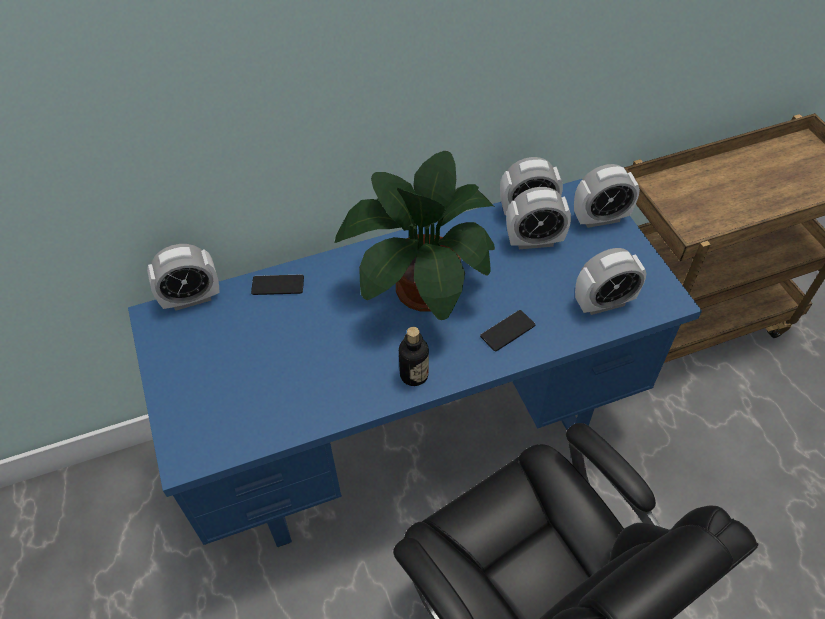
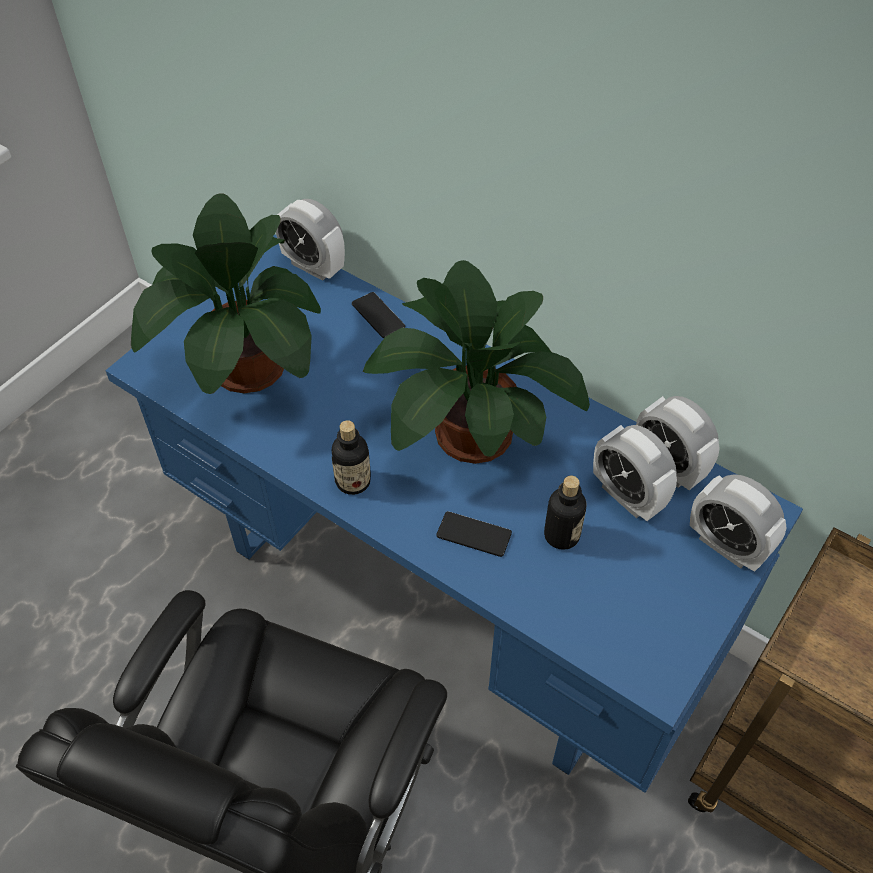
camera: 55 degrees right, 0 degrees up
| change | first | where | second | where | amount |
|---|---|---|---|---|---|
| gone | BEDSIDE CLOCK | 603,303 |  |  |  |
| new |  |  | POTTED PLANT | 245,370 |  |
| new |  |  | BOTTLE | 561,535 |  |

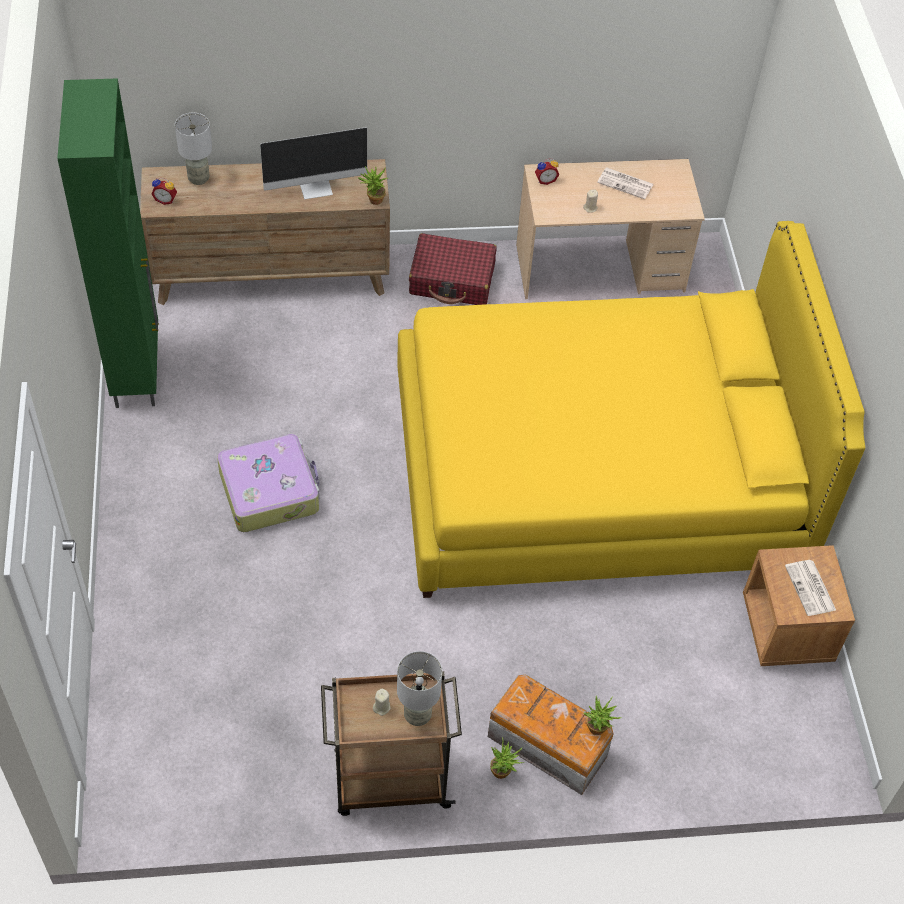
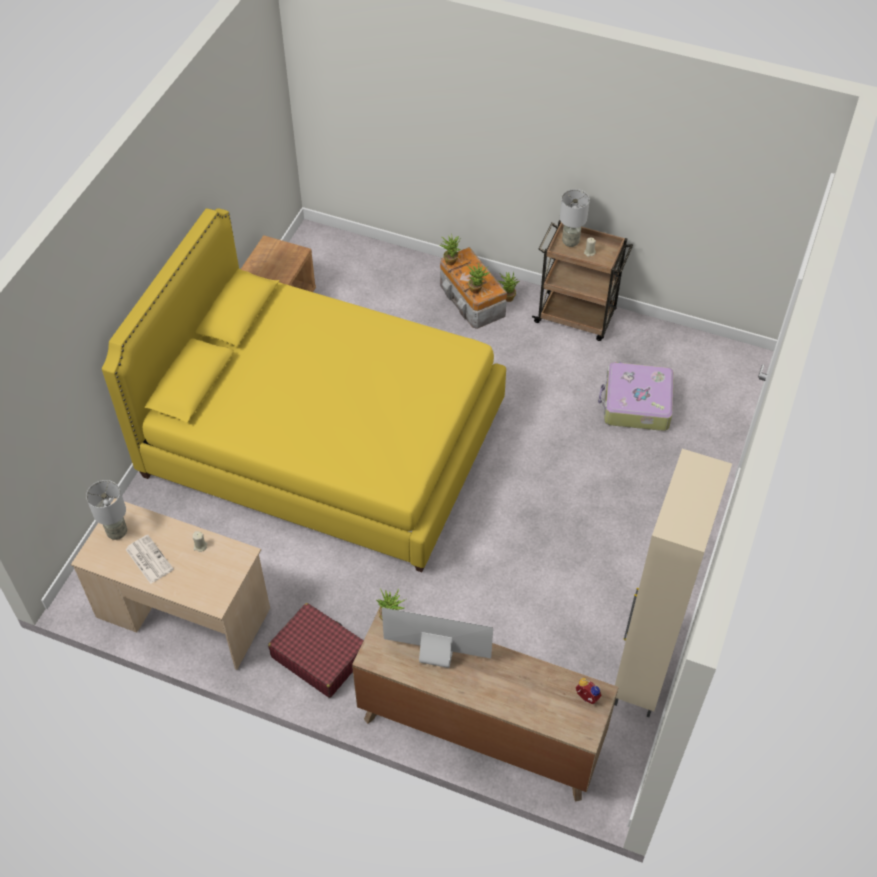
camera: 150 degrees left, 0 degrees up
| change | first | where | second | where | amount |
|---|---|---|---|---|---|
| gone | BEDSIDE CLOCK | 545,180 |  |  |  |
| gone | DAILY PAPER | 811,589 |  |  |  |
| new |  |  | POTTED PLANT | 477,289 |  |
| shifted | GREYISH TABLE LAMP | 199,178 |  | 117,532 |  |
| shifted | SUITCASE | 270,491 |  | 636,404 |  |
| repainted | GREENISH CUPBOARD | 137,370 | BEIGE CUPBOARD | 642,674 |  |

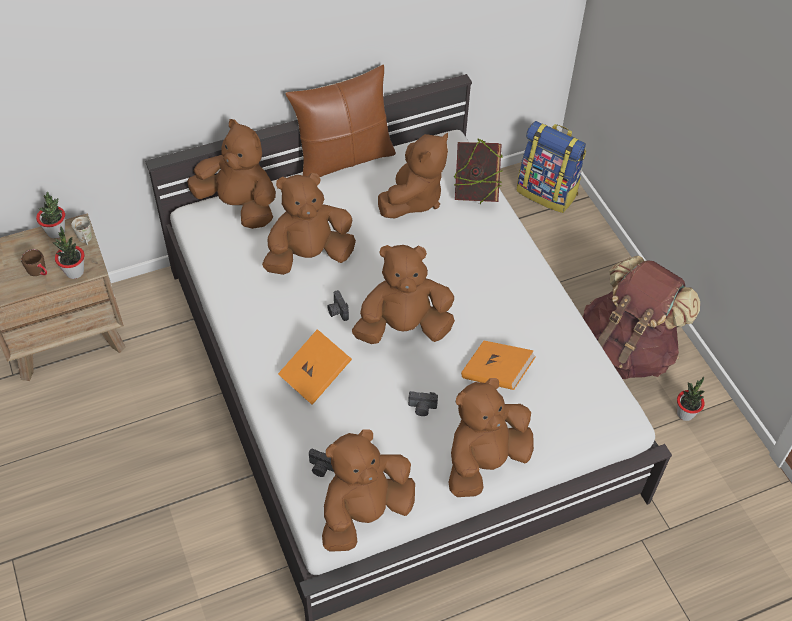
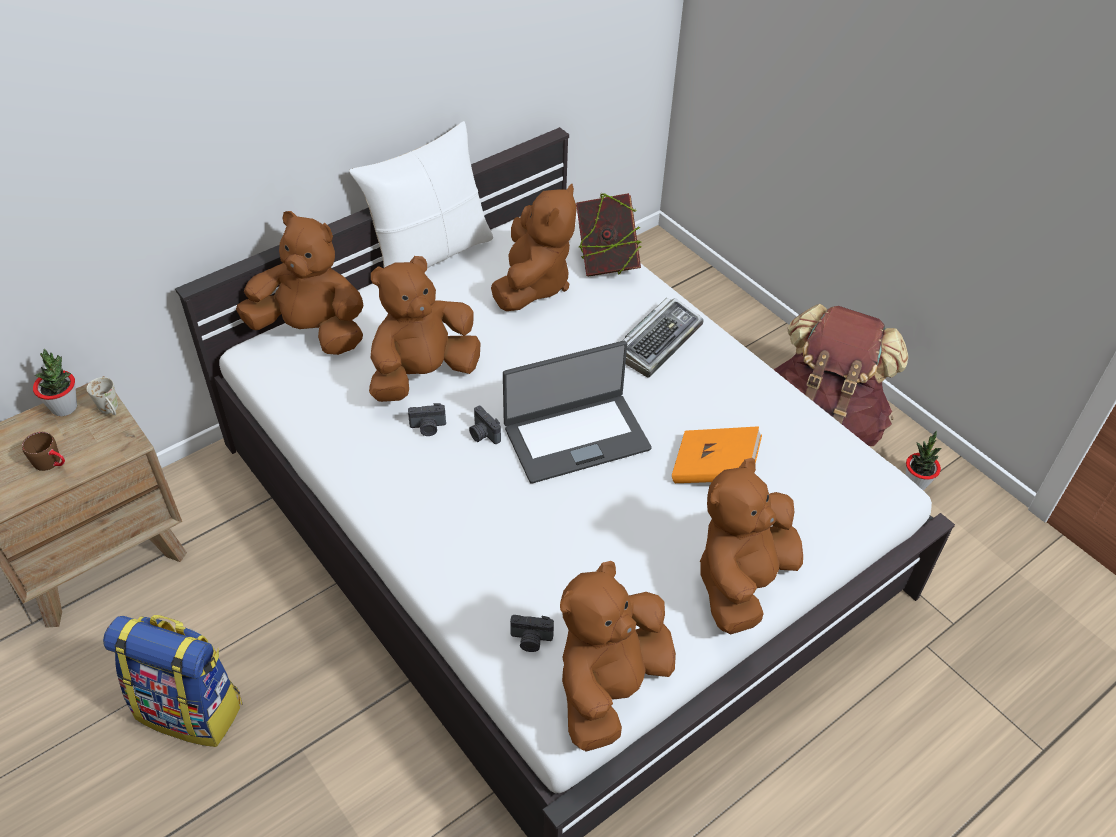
camera: 15 degrees left, 5 degrees down
| change | first | where | second | where | amount |
|---|---|---|---|---|---|
| gone | POTTED PLANT | 74,272 |  |  |  |
| gone | ORANGEY BOUND BOOK | 315,376 |  |  |  |
| new |  |  | COMPUTER KEYBOARD | 657,341 |  |
| shifted | STILL CAMERA | 422,408 |  | 428,428 |  |
| shifted | BACKPACK | 547,192 |  | 191,709 |  |
| swapped | BROWNISH SOFT TOY | 403,327 | LAPTOP | 576,437 |  |
| repainted | BROWNISH CUSHION | 344,159 | WHITE-COLOURED CUSHION | 430,254 |  |

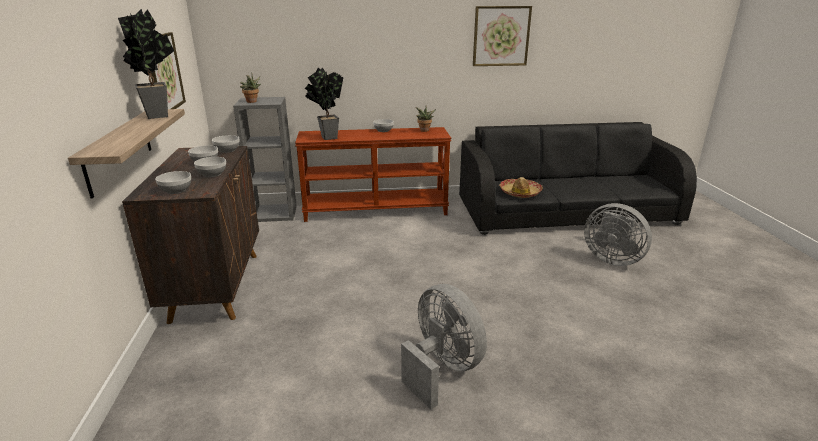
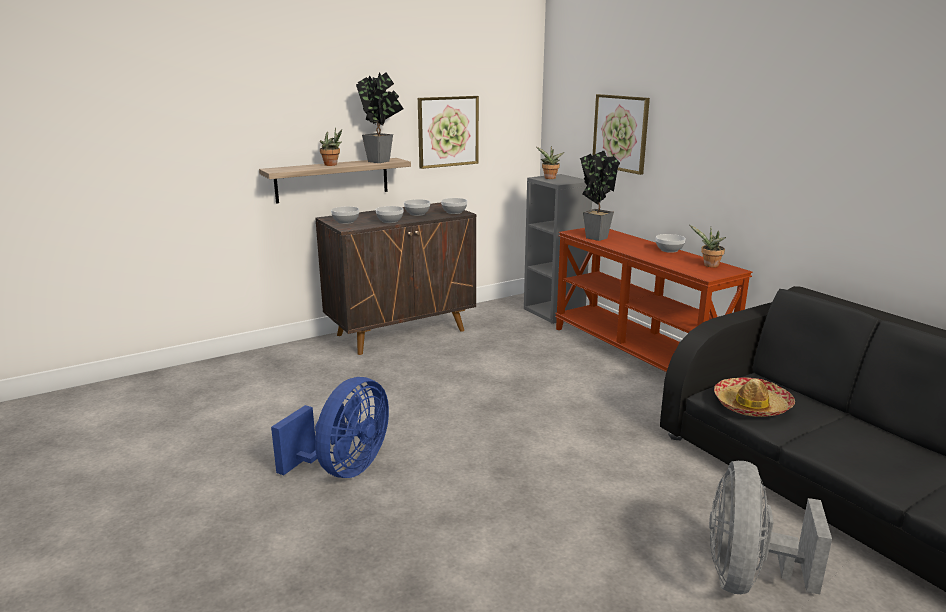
camera: 65 degrees right, 5 degrees down
| change | first | where | second | where | amount |
|---|---|---|---|---|---|
| new |  |  | POTTED PLANT | 332,165 |  |
| shifted | WALL ART | 501,36 |  | 620,133 |  |
| repainted | GREYISH COOLING FAN | 442,368 | BLUE COOLING FAN | 343,469 |  |

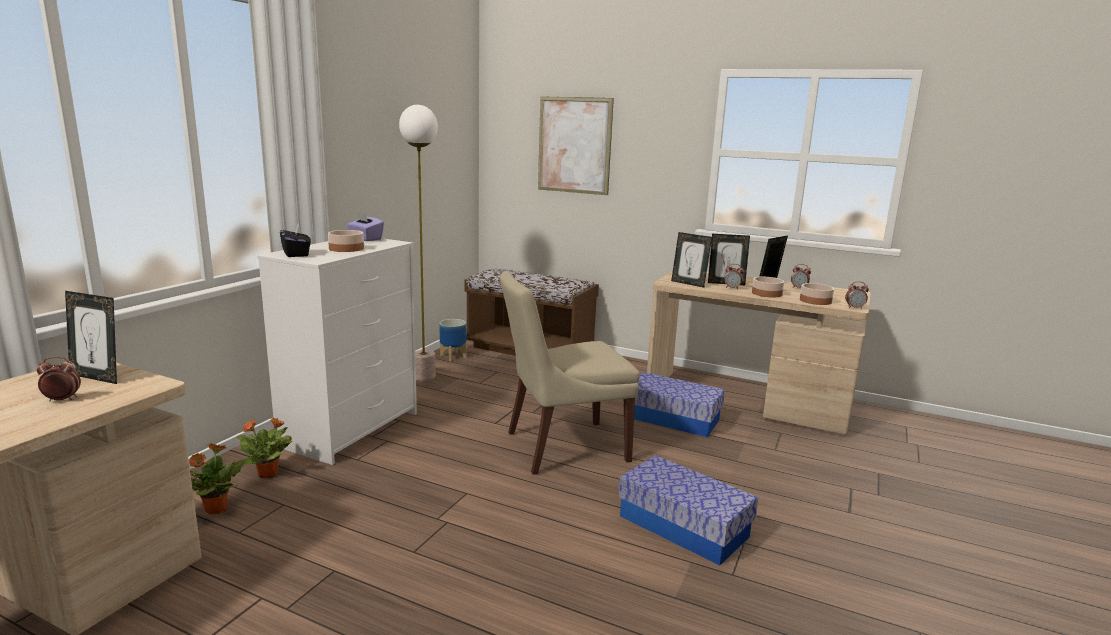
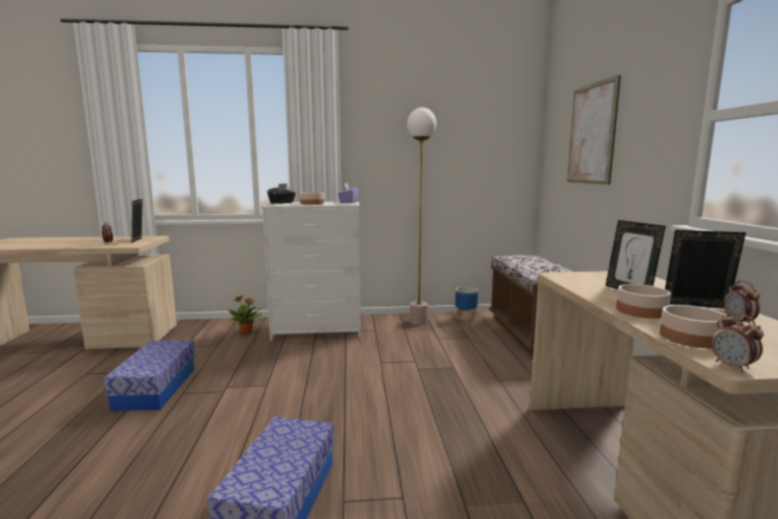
camera: 60 degrees right, 5 degrees down
| change | first | where | second | where | amount |
|---|---|---|---|---|---|
| gone | POTTED PLANT | 215,509 |  |  |  |
| gone | BEIGE CHAIR | 562,447 |  |  |  |
| gone | PHOTO FRAME | 688,283 |  |  |  |
| gone | BEDSIDE CLOCK | 732,288 |  |  |  |
| shifted | STORAGE BIN | 672,418 |  | 156,388 |  |

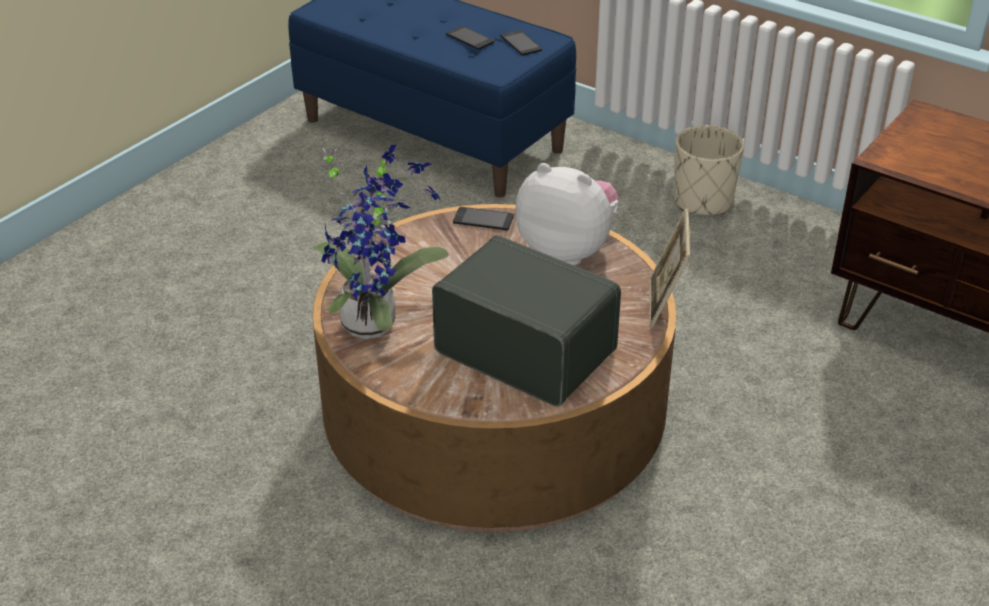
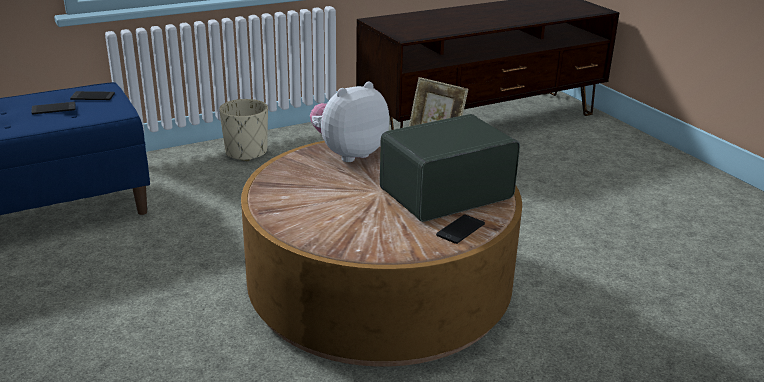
camera: 65 degrees left, 10 degrees down
| change | first | where | second | where | amount |
|---|---|---|---|---|---|
| gone | POTTED PLANT | 374,321 |  |  |  |
| shifted | PHONE | 483,219 |  | 460,229 |  |

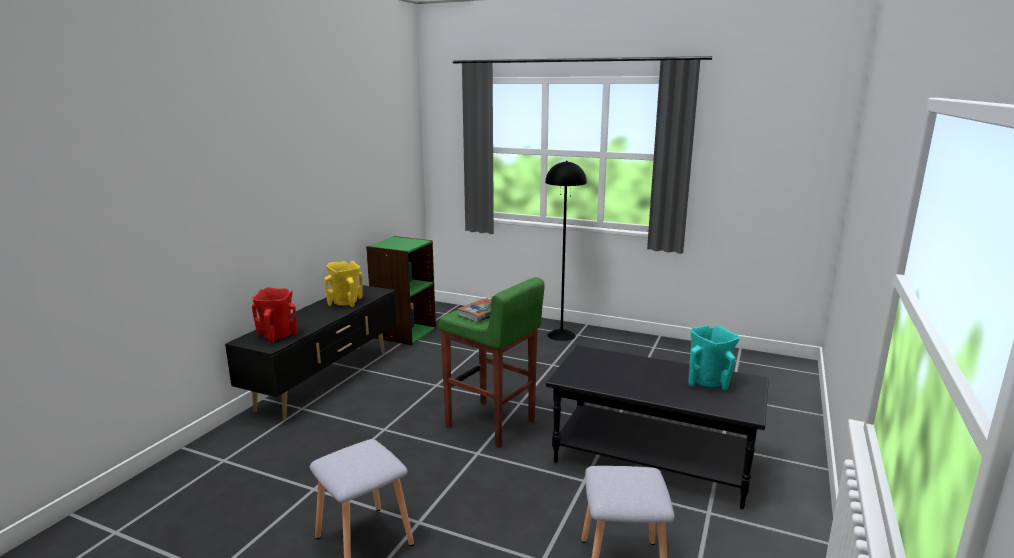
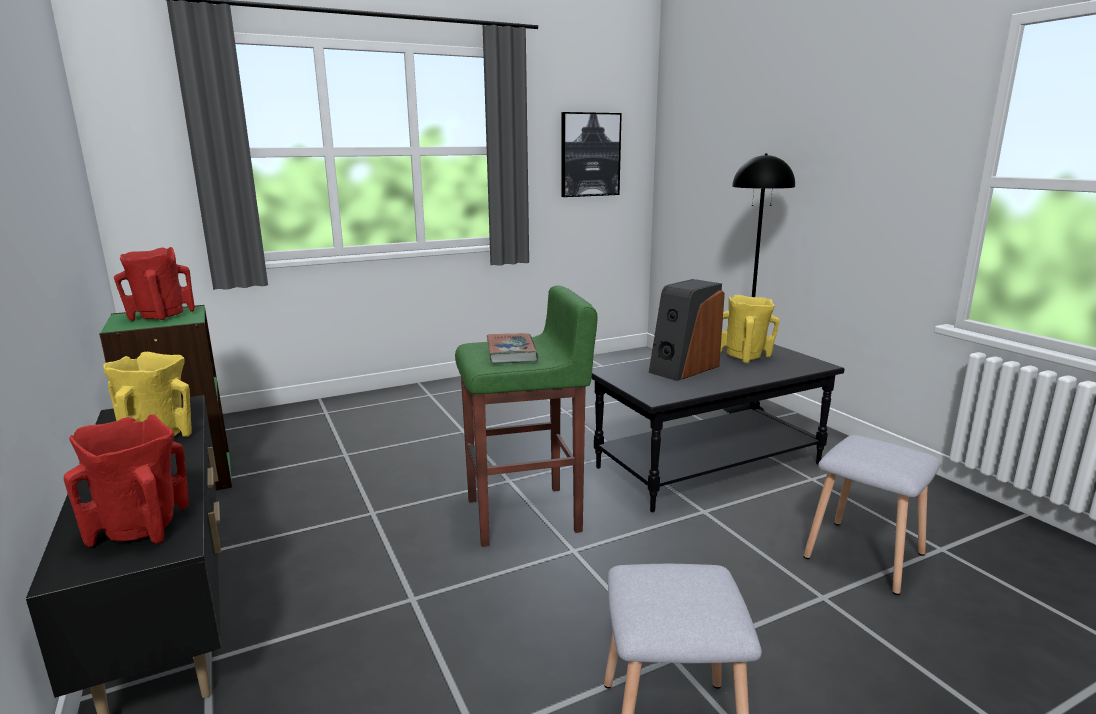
camera: 50 degrees left, 0 degrees up
| change | first | where | second | where | amount |
|---|---|---|---|---|---|
| new |  |  | REDDISH VASE | 160,317 |  |
| new |  |  | WALL ART | 590,155 |  |
| new |  |  | SPEAKER | 683,368 |  |
| shifted | BLACK-COLOURED STANDING LAMP | 561,335 |  | 743,408 |  |
| repainted | TURQUOISE-COLOURED VASE | 708,382 | YELLOW-COLOURED VASE | 745,356 |  |

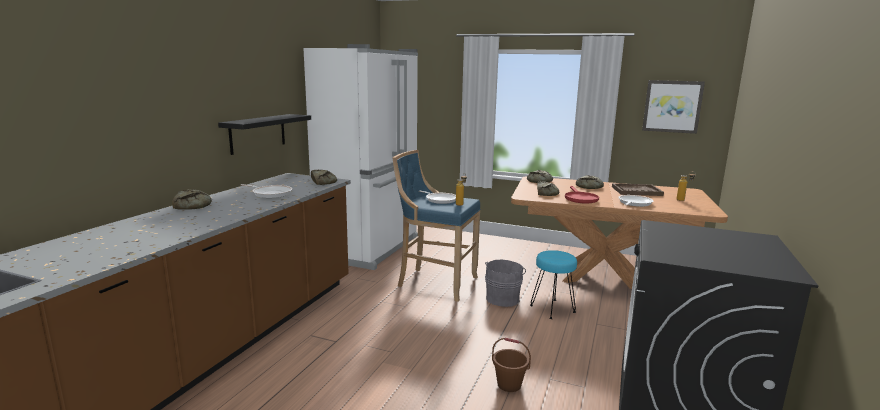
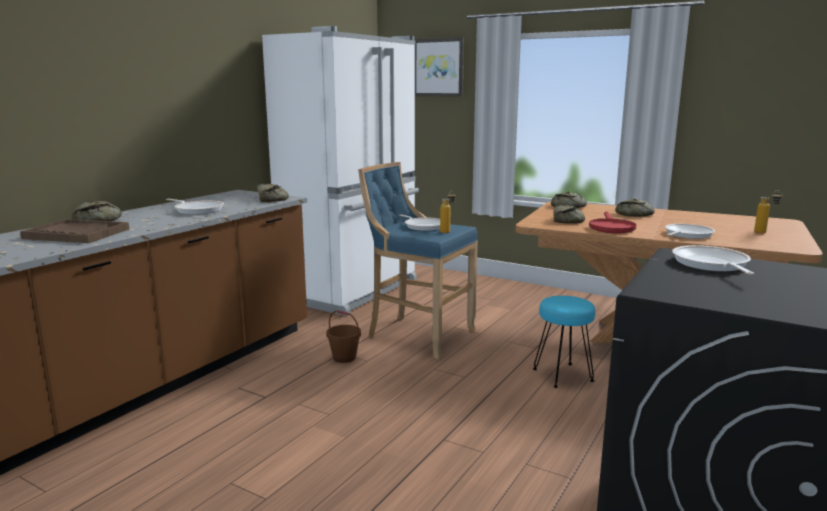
camera: 10 degrees right, 0 degrees up
| change | first | where | second | where | amount |
|---|---|---|---|---|---|
| gone | BLACK-COLOURED SHELF | 258,133 |  |  |  |
| gone | GREYISH WATER BUCKET | 503,298 |  |  |  |
| new |  |  | FRYING PAN | 711,264 |  |
| shifted | BROWNISH WATER BUCKET | 509,384 |  | 344,357 |  |
| shifted | BROWNISH TRAY | 636,191 |  | 76,234 |  |
| shifted | WALL ART | 672,106 |  | 438,67 |  |

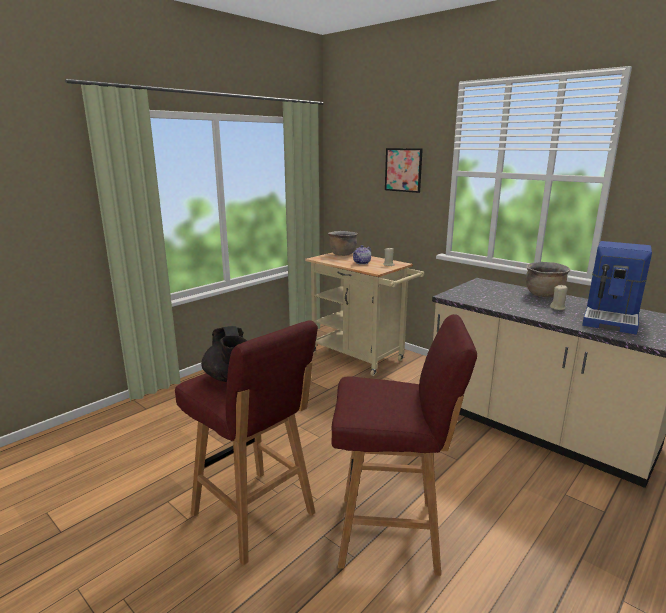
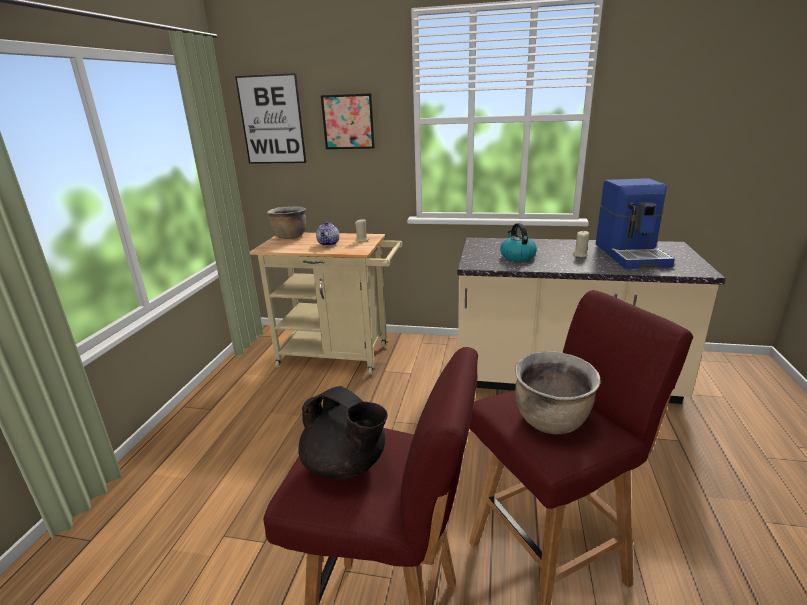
camera: 30 degrees left, 5 degrees up
| change | first | where | second | where | amount |
|---|---|---|---|---|---|
| new |  |  | WALL ART | 272,120 |  |
| new |  |  | TEA KETTLE | 517,256 |  |
| shifted | BROWNISH STOCKPOT | 543,295 |  | 551,421 |  |

